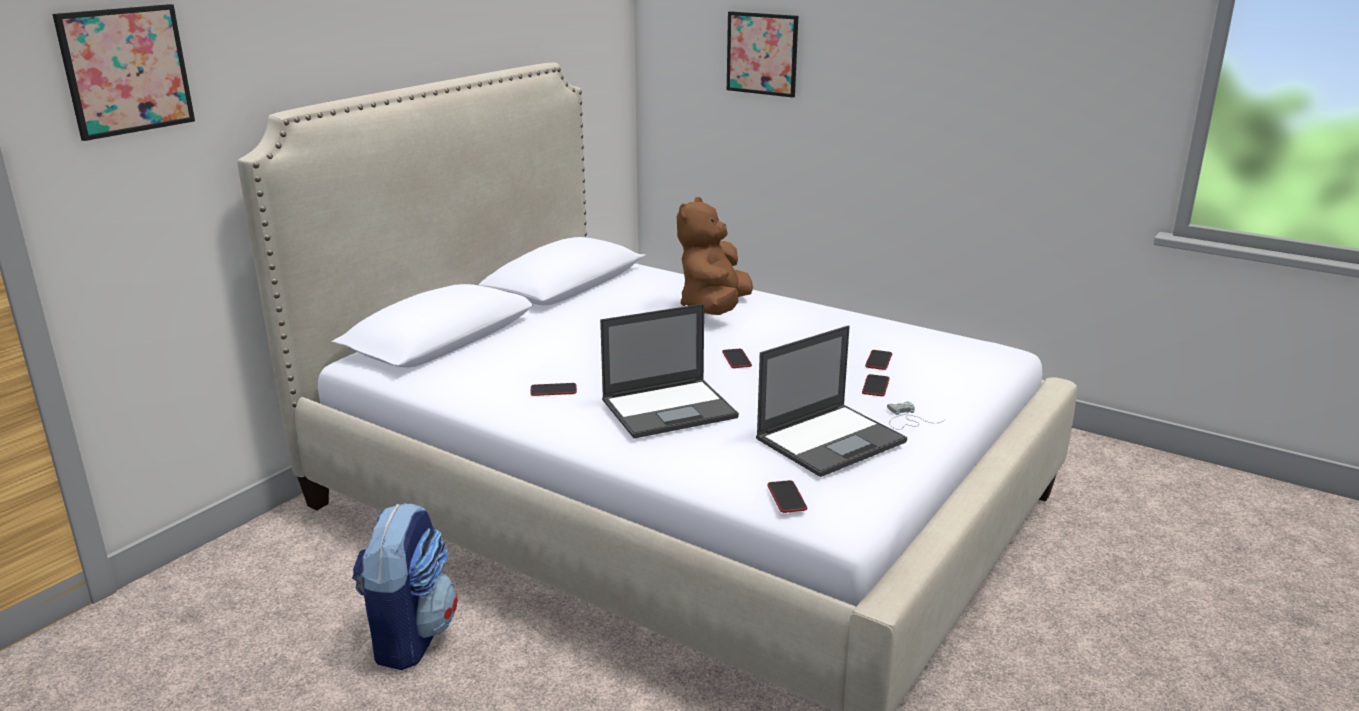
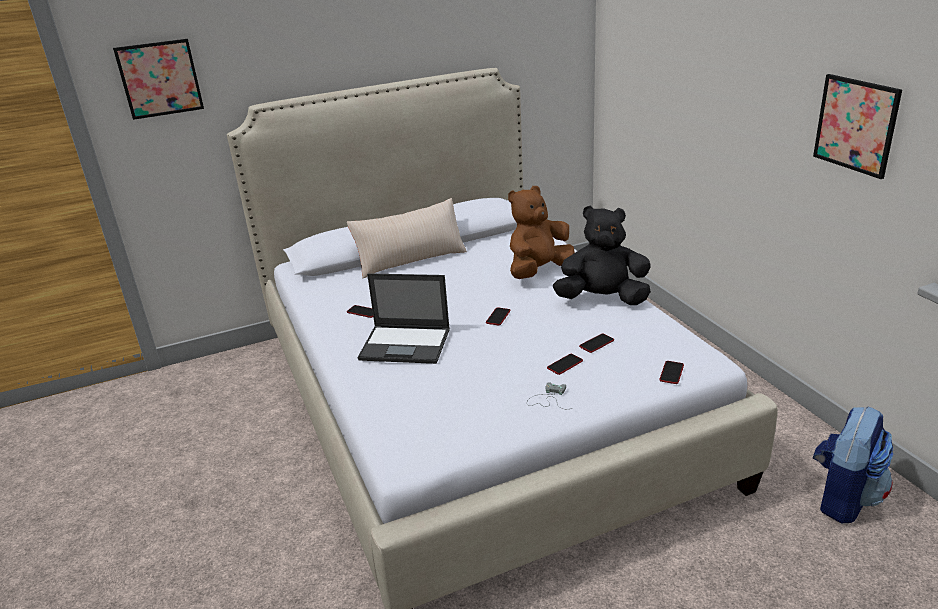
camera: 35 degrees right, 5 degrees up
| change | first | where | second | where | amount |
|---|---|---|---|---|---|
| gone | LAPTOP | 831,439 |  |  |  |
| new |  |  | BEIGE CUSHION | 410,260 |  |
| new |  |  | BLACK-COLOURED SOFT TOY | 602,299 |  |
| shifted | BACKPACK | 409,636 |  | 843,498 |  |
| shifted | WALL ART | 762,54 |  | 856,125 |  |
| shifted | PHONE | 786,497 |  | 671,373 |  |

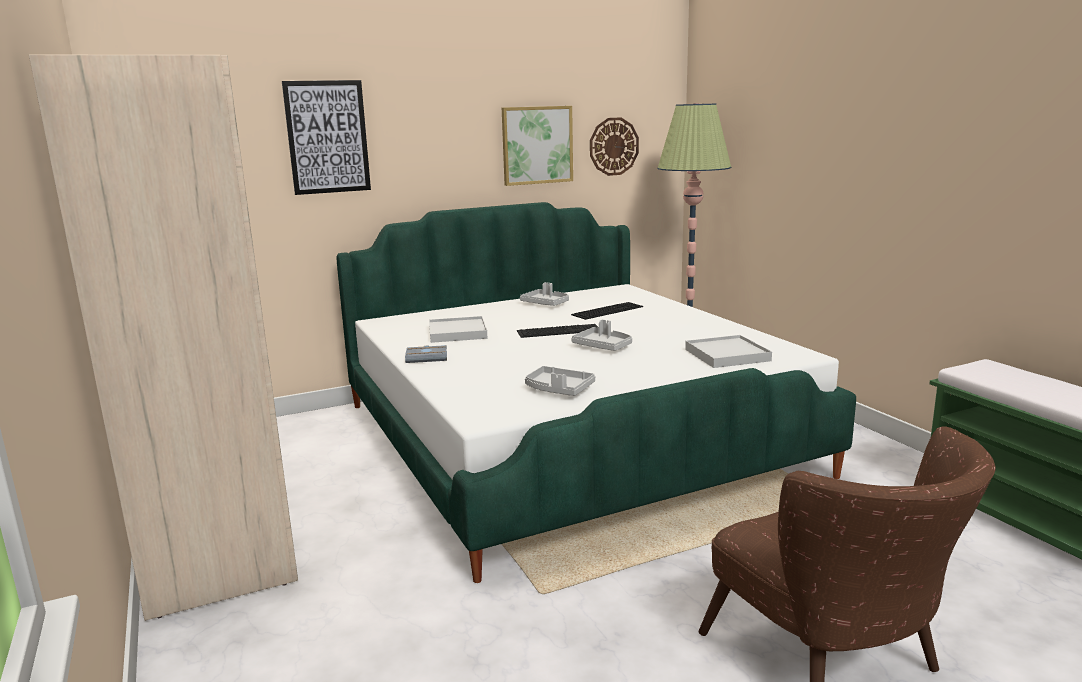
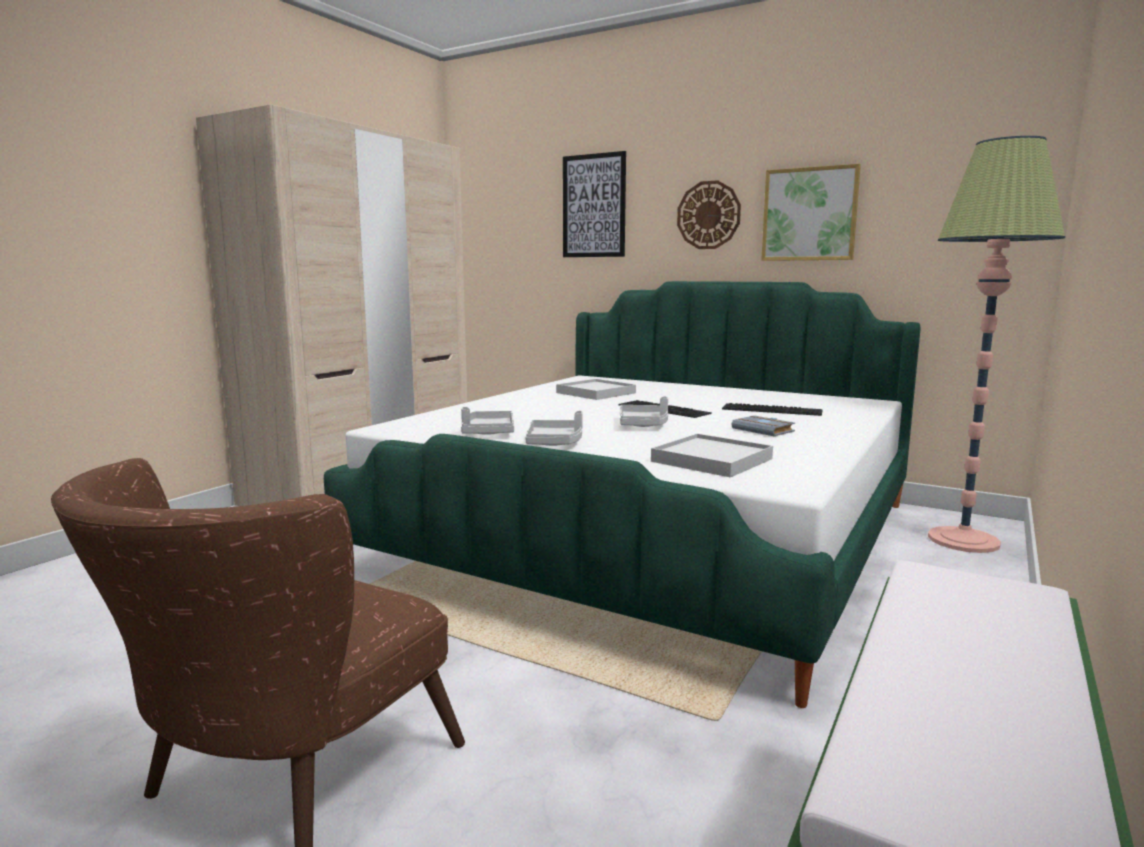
camera: 55 degrees right, 5 degrees down
| change | first | where | second | where | amount |
|---|---|---|---|---|---|
| shifted | GREYISH BOUND BOOK | 427,357 |  | 765,430 |  |
| shifted | GREYISH TRAY | 546,304 |  | 555,443 |  |
| shifted | CLOCK ON THE WALL | 613,146 |  | 708,215 |  |

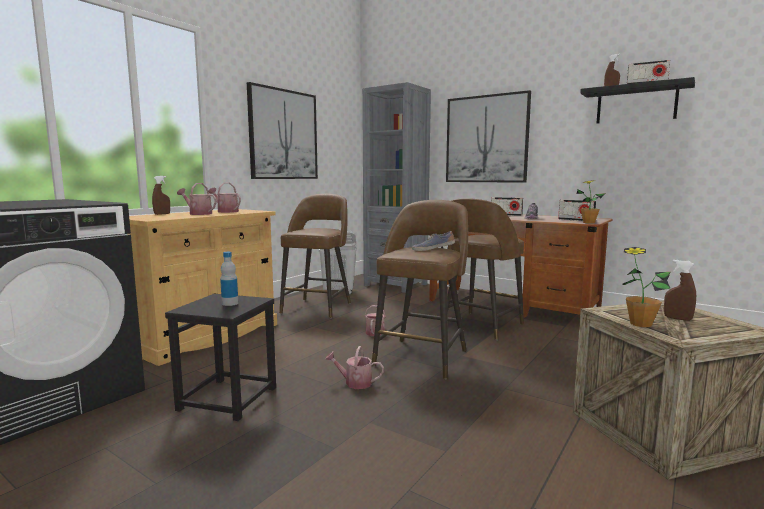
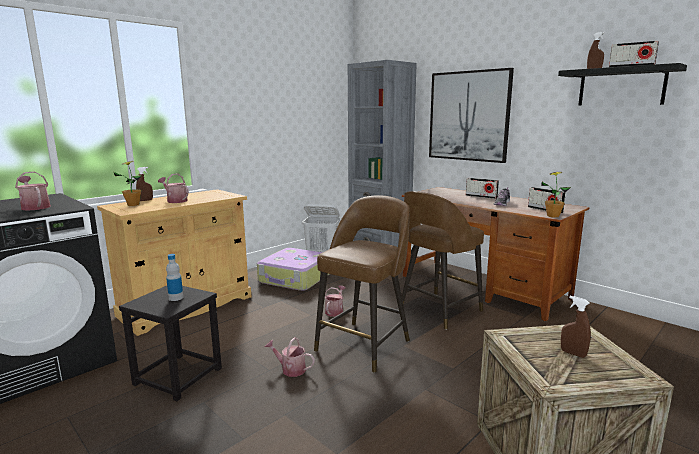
camera: 10 degrees right, 5 degrees up
| change | first | where | second | where | amount |
|---|---|---|---|---|---|
| gone | WALL ART | 283,135 |  |  |  |
| gone | LOW SHOE | 433,249 |  |  |  |
| shifted | SPRINKLING CAN | 226,211 |  | 35,207 |  |
| shifted | POTTED PLANT | 640,324 |  | 133,205 |  |
| swapped | BROWNISH STOOL SEAT | 317,307 | SUITCASE | 295,278 |  |

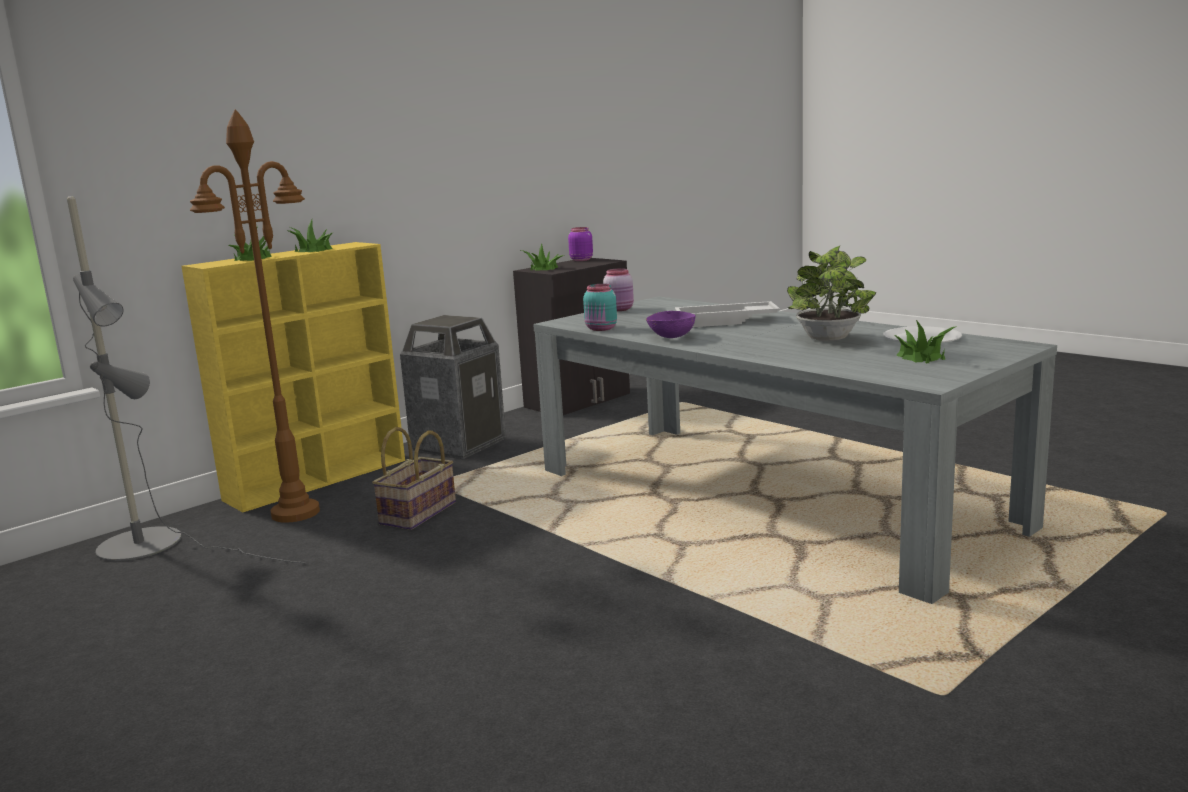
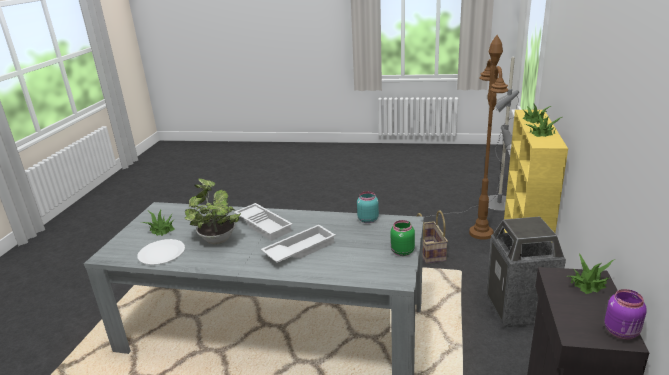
camera: 145 degrees right, 10 degrees up
| change | first | where | second | where | amount |
|---|---|---|---|---|---|
| gone | PURPLISH SERVING BOWL | 671,337 |  |  |  |
| new |  |  | WHITE-COLOURED TRAY | 264,225 |  |
| repainted | PINK STORAGE JAR | 620,309 | GREENISH STORAGE JAR | 401,252 |  |

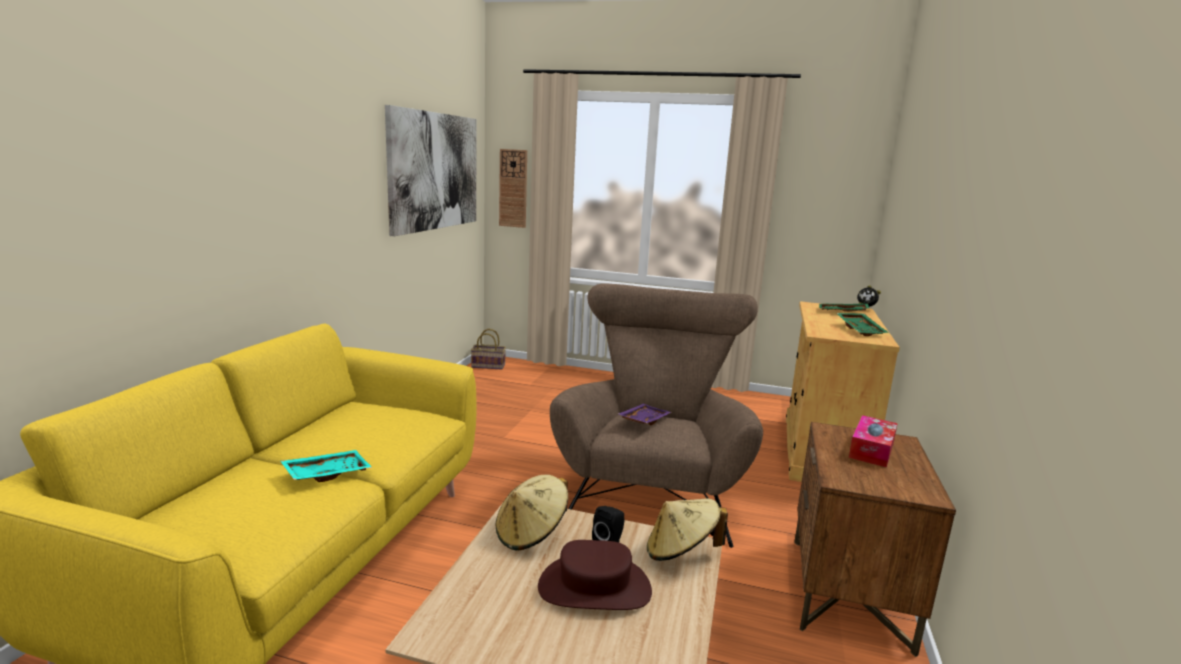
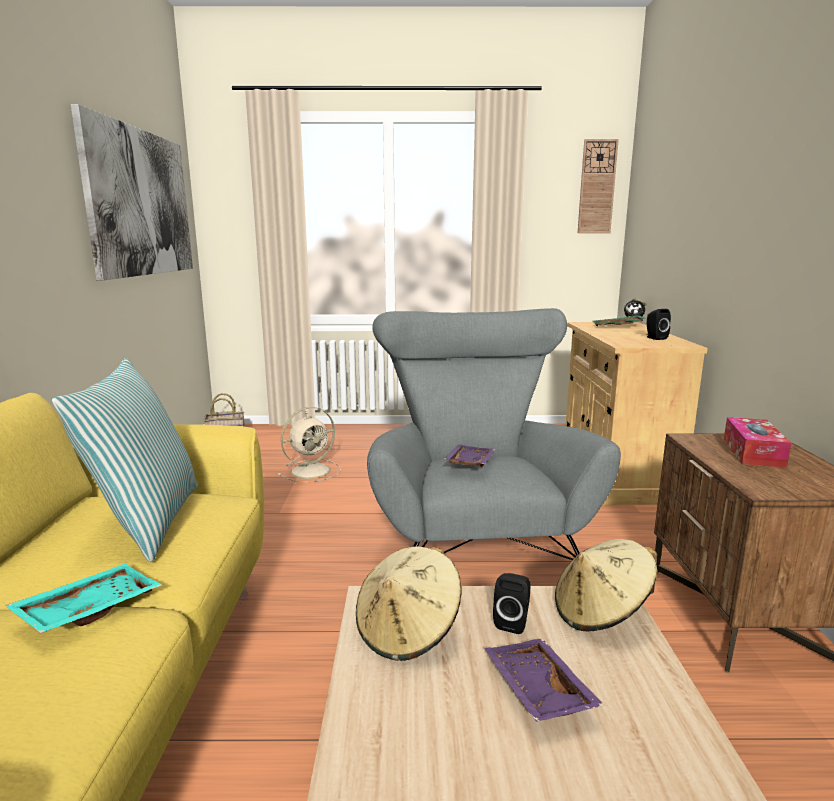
camera: 15 degrees left, 0 degrees up
| change | first | where | second | where | amount |
|---|---|---|---|---|---|
| new |  |  | CUSHION | 147,522 |  |
| new |  |  | BEIGE COOLING FAN | 312,470 |  |
| shifted | CLOCK ON THE WALL | 513,188 |  | 597,187 |  |
| swapped | BROWNISH WEARABLE HAT | 594,588 | PURPLISH TRAY | 536,690 |  |
| swapped | GREENISH TRAY | 861,330 | BLACK-COLOURED SPEAKER | 654,338 |  |
| repainted | BROWNISH ARMCHAIR | 651,487 | GREYISH ARMCHAIR | 474,539 |  |

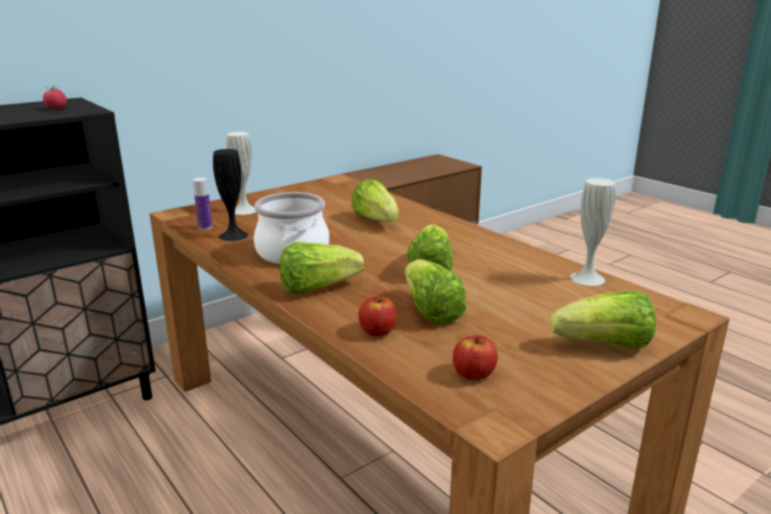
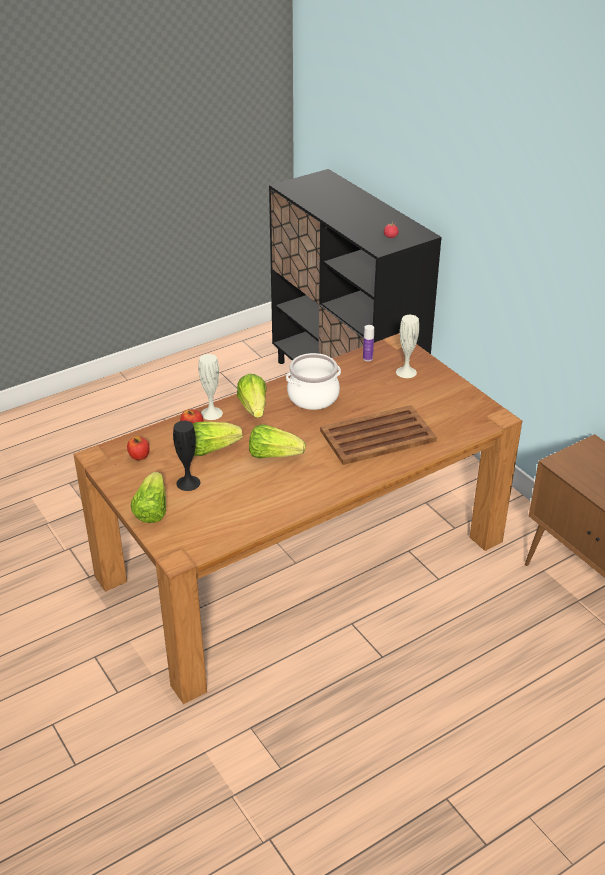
camera: 95 degrees right, 15 degrees up
| change | first | where | second | where | amount |
|---|---|---|---|---|---|
| shifted | BLACK-COLOURED VASE | 233,235 |  | 188,483 |  |
| shifted | WHITE-COLOURED VASE | 587,278 |  | 211,413 |  |
| swapped | LETTUCE HEAD | 376,220 | BROWNISH TRAY | 379,436 |  |

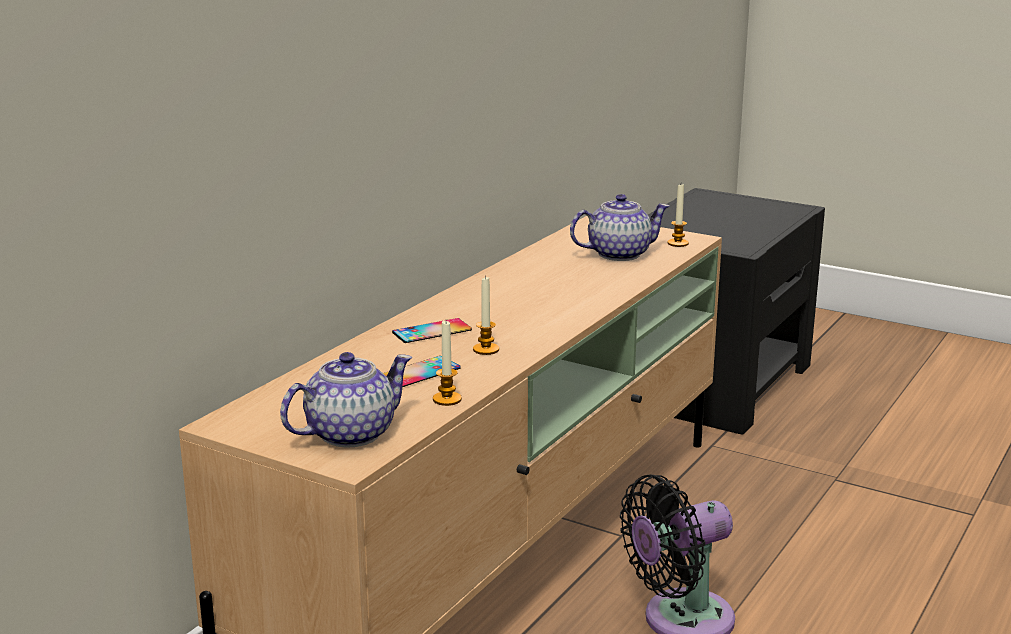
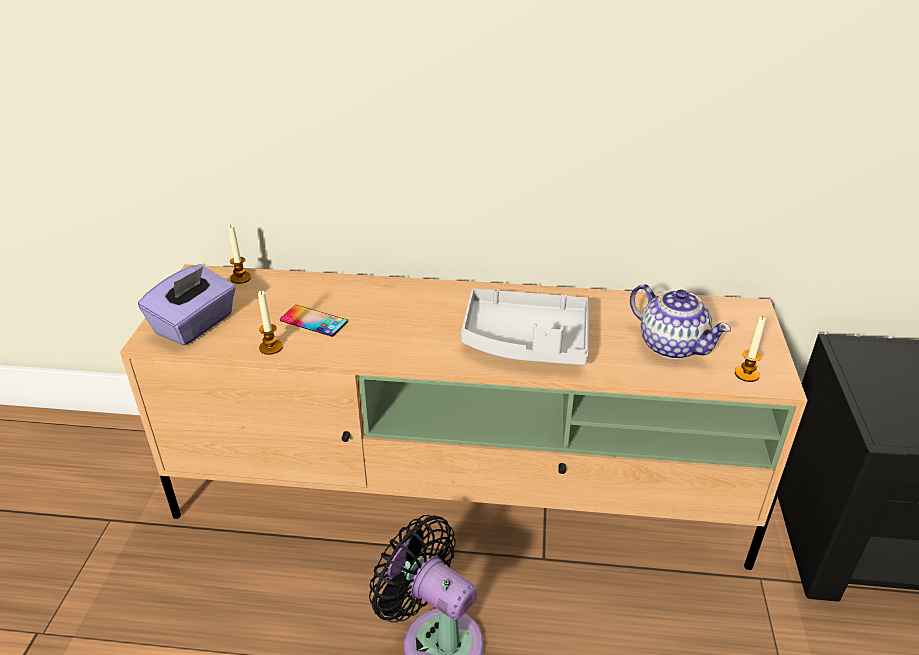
camera: 65 degrees right, 15 degrees up
| change | first | where | second | where | amount |
|---|---|---|---|---|---|
| gone | PHONE | 432,331 |  |  |  |
| new |  |  | GREYISH TRAY | 526,342 |  |
| shifted | WAX LIGHT | 486,349 |  | 240,278 |  |
| swapped | TEA POT | 349,434 | PURPLISH TISSUE BOX | 195,325 |  |

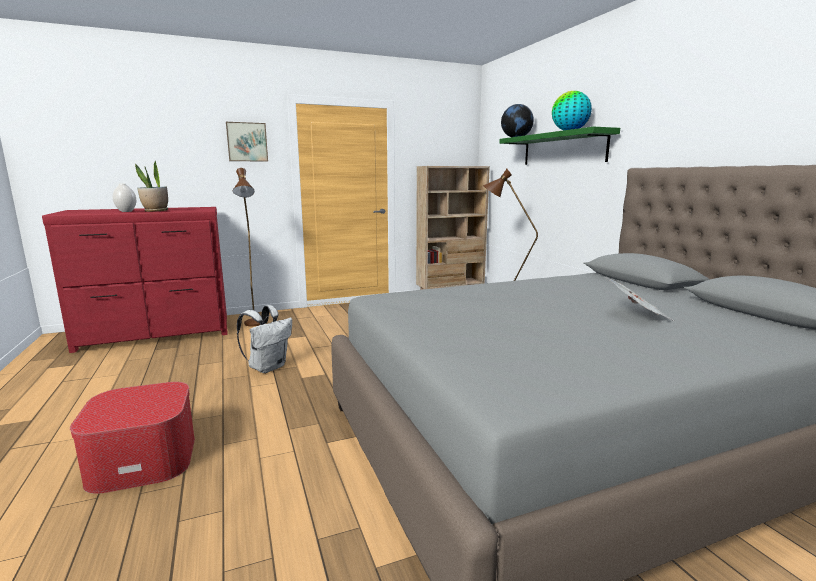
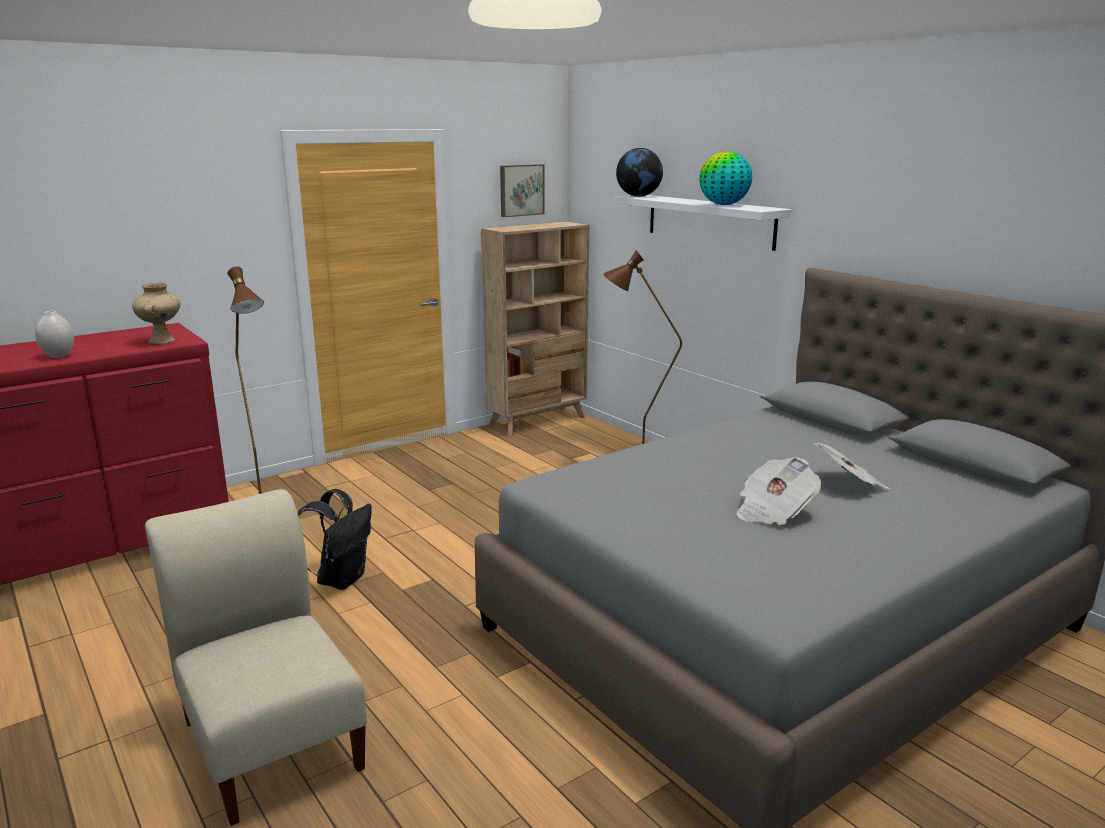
camera: 15 degrees left, 5 degrees up
| change | first | where | second | where | amount |
|---|---|---|---|---|---|
| gone | POTTED PLANT | 155,211 |  |  |  |
| new |  |  | BEIGE VASE | 162,341 |  |
| new |  |  | DAILY PAPER | 773,511 |  |
| shifted | WALL ART | 247,142 |  | 521,190 |  |
| swapped | FOOTREST | 143,459 | BEIGE CHAIR | 271,738 |  |
| repainted | WHITE-COLOURED BACKPACK | 268,367 | BLACK-COLOURED BACKPACK | 341,579 |  |
| repainted | GREENISH SHELF | 563,149 | WHITE-COLOURED SHELF | 709,221 |  |

